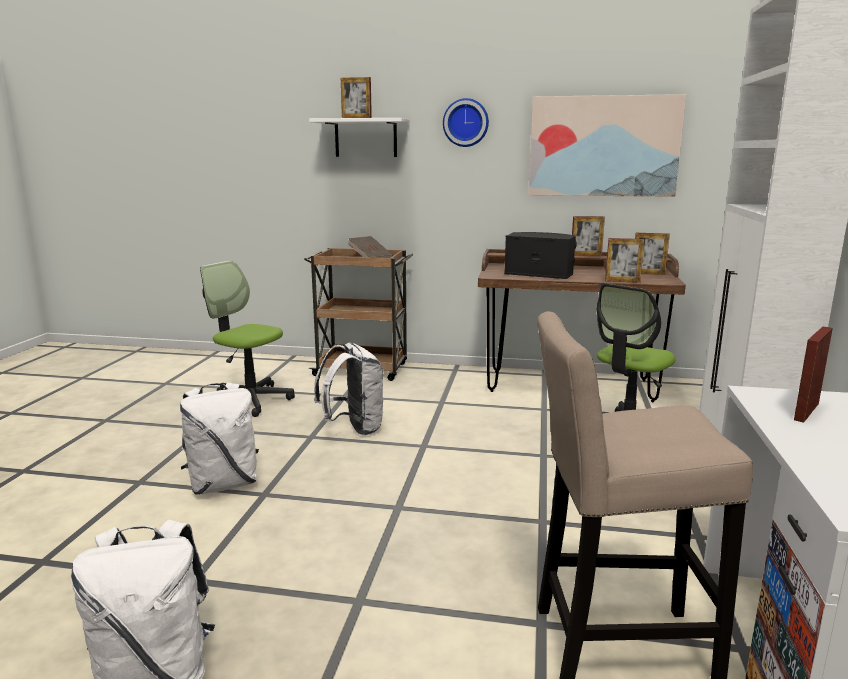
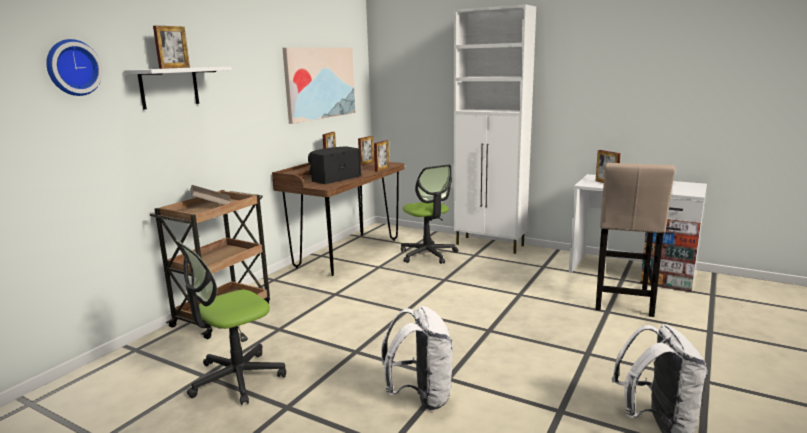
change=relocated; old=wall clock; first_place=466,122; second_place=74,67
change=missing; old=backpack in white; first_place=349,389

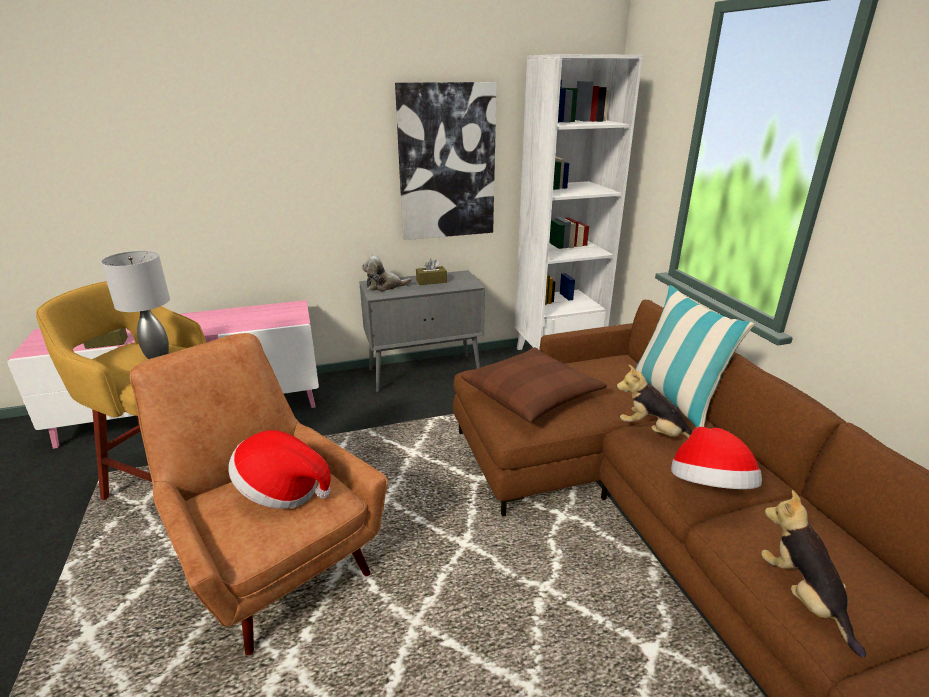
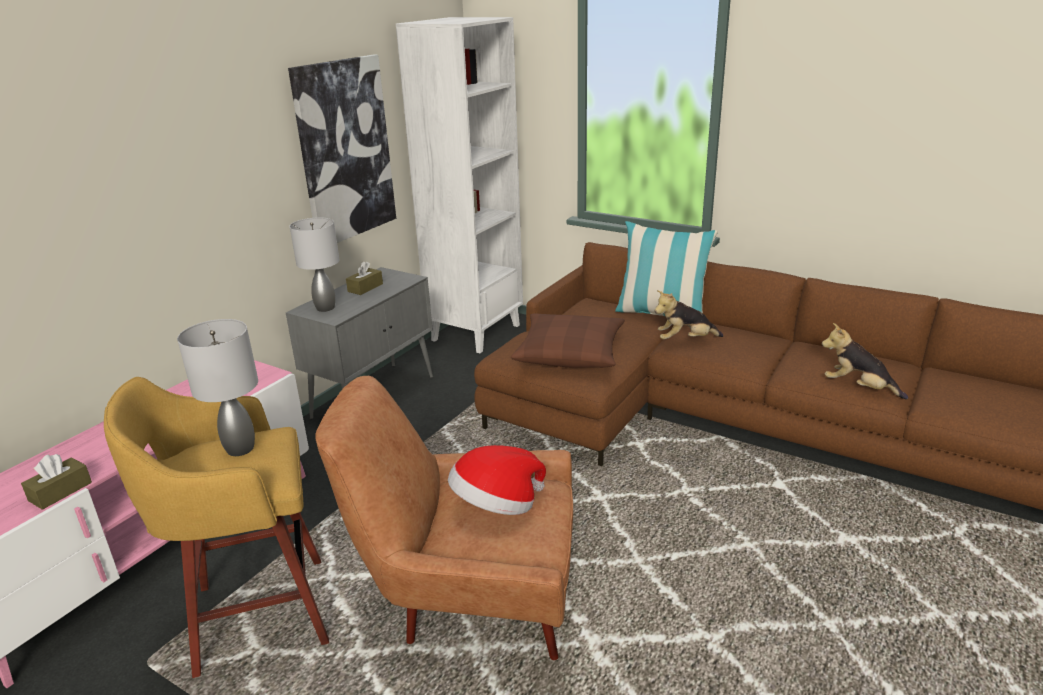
change=exchanged; old=plush toy; new=table lamp in grey; first_place=387,273; second_place=315,264
change=missing; old=hat; first_place=716,458

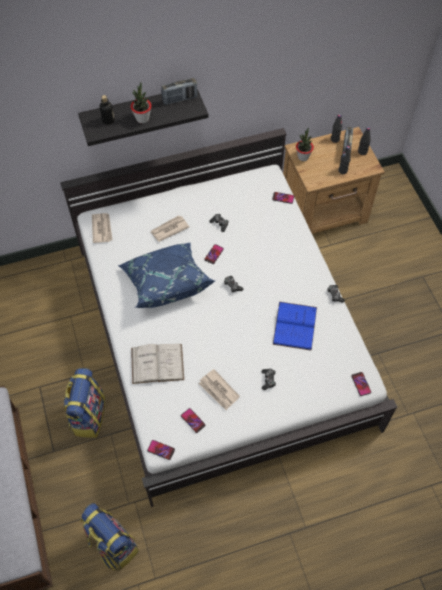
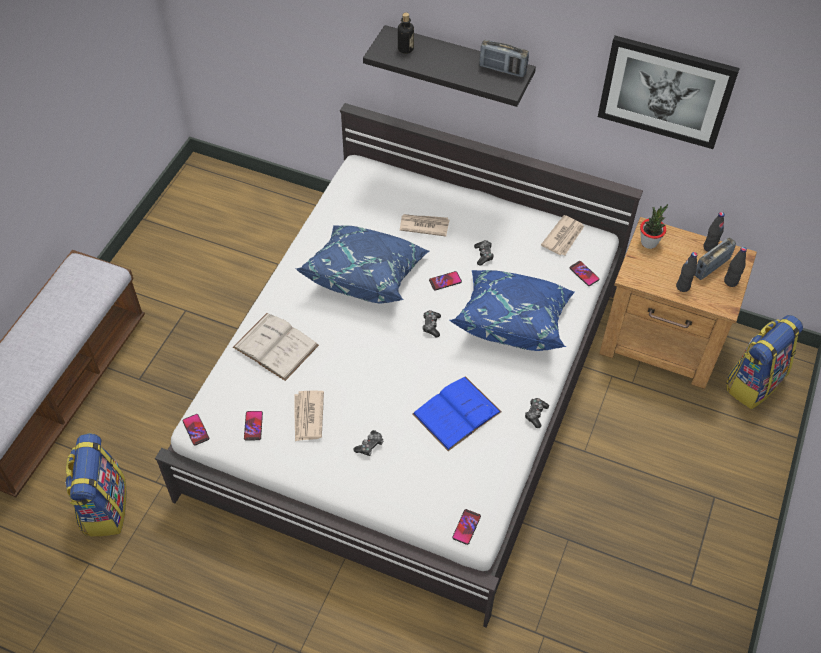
change=appeared; new=pillow in blue; second_place=512,310
change=relocated; old=newspaper; first_place=102,228; second_place=562,235
change=appeared; new=picture; second_place=669,92
change=relocated; old=backpack; first_place=84,403; second_place=764,362
change=missing; old=potted plant; first_place=141,102

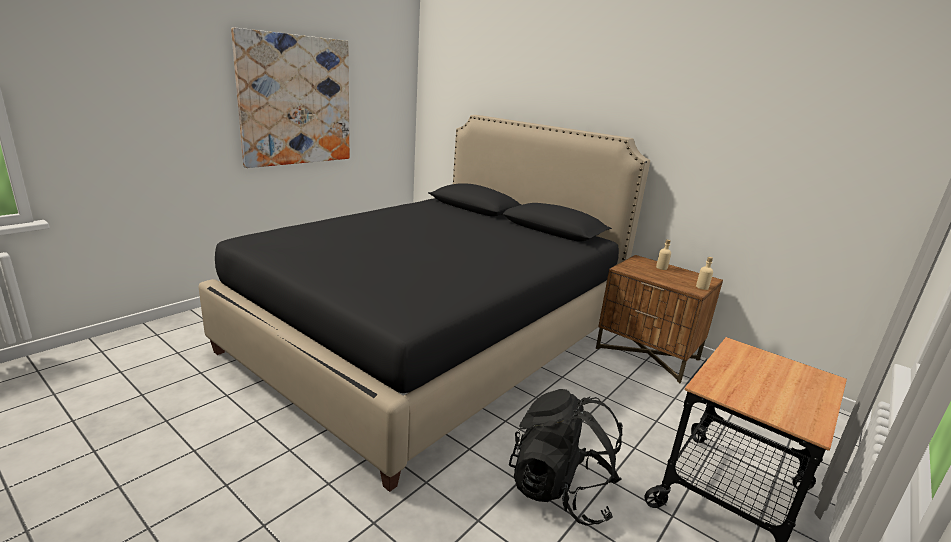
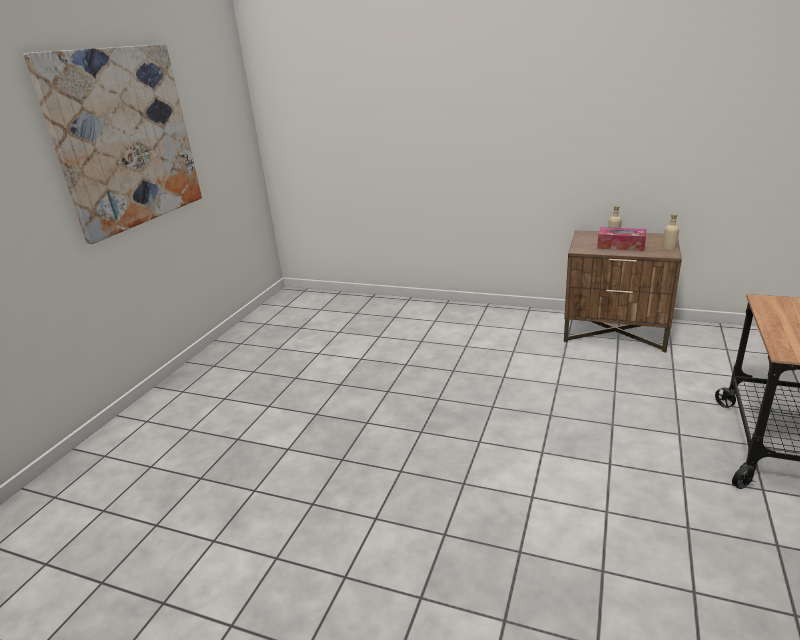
change=appeared; new=tissue box; second_place=621,239
change=missing; old=bed in black; first_place=424,303
change=missing; old=backpack in black; first_place=566,457

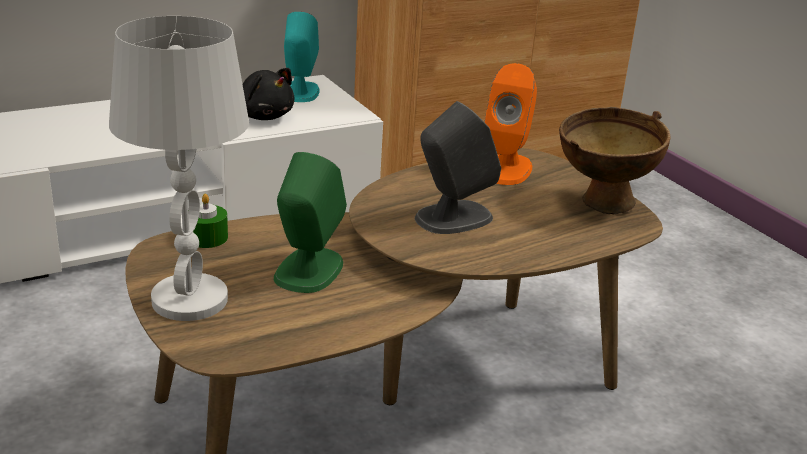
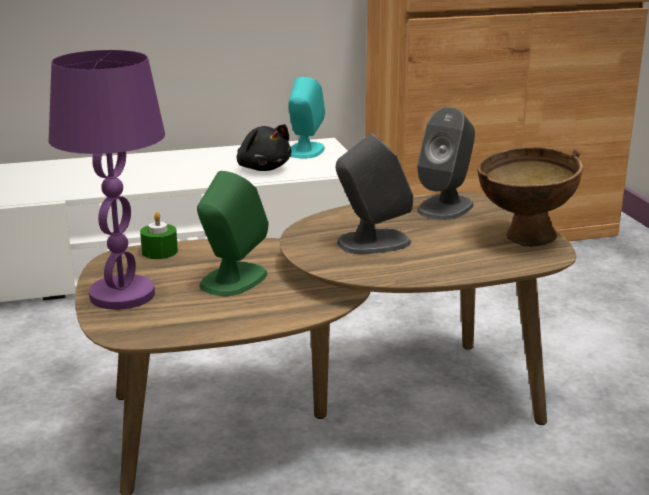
change=colour; old=table lamp in white; new=table lamp in purple; first_place=179,168; second_place=107,180
change=colour; old=speaker in orange; new=speaker in grey; first_place=510,124; second_place=446,163

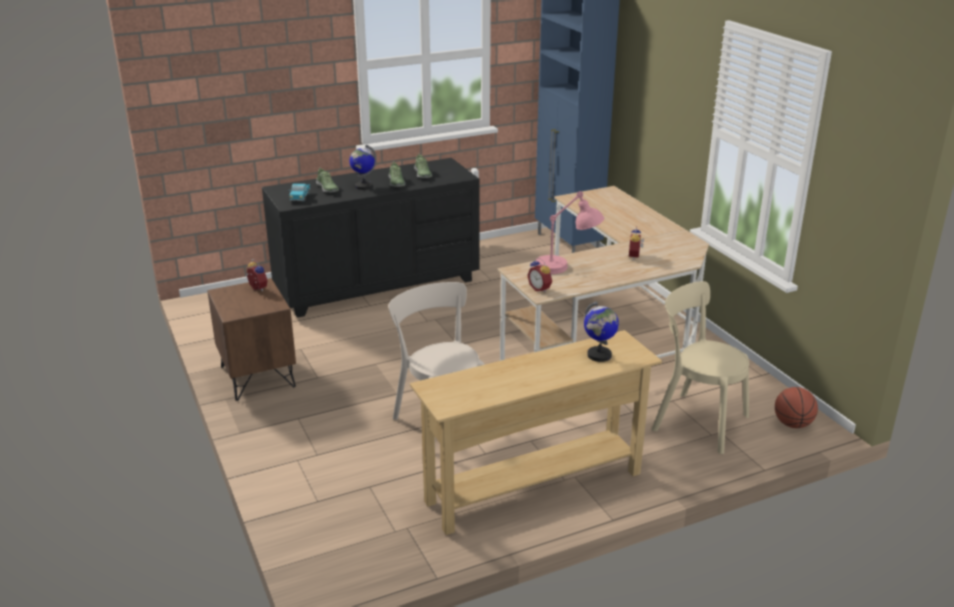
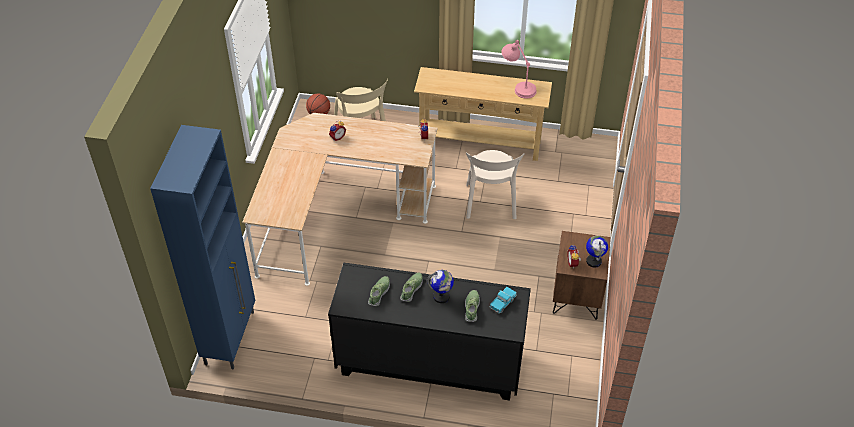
change=relocated; old=table lamp in pink; first_place=570,232; second_place=519,69
change=relocated; old=globe; first_place=601,331; second_place=597,252

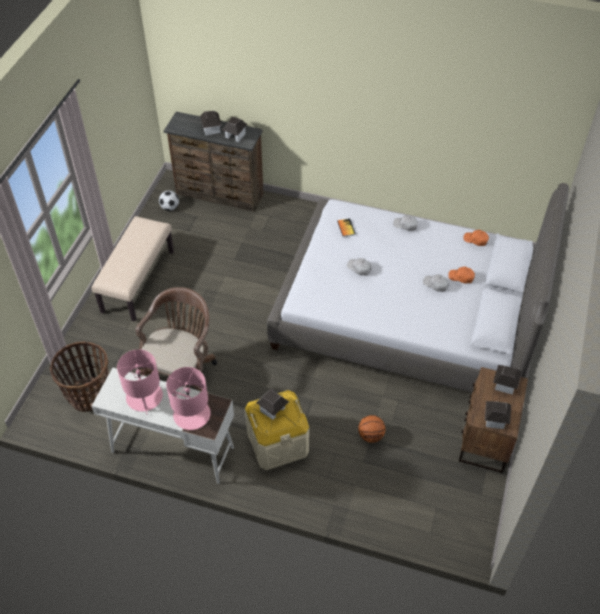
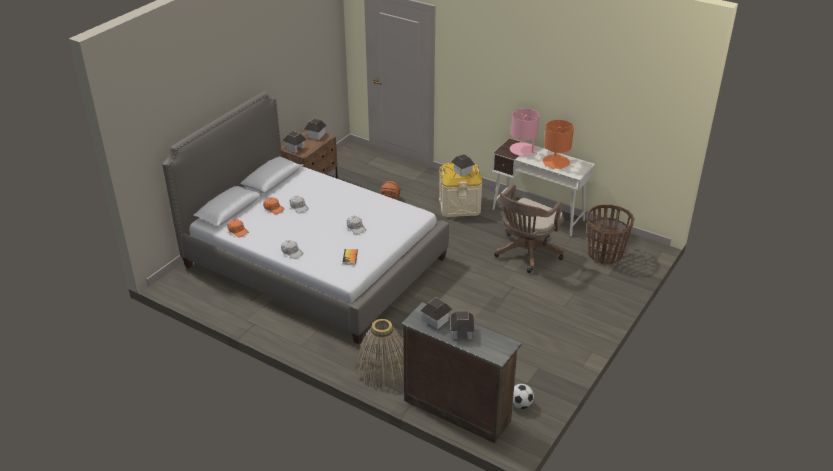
change=appeared; new=basket; second_place=380,354
change=colour; old=table lamp in pink; new=table lamp in orange; first_place=140,382; second_place=558,144
change=missing; old=bench in beige; first_place=133,268

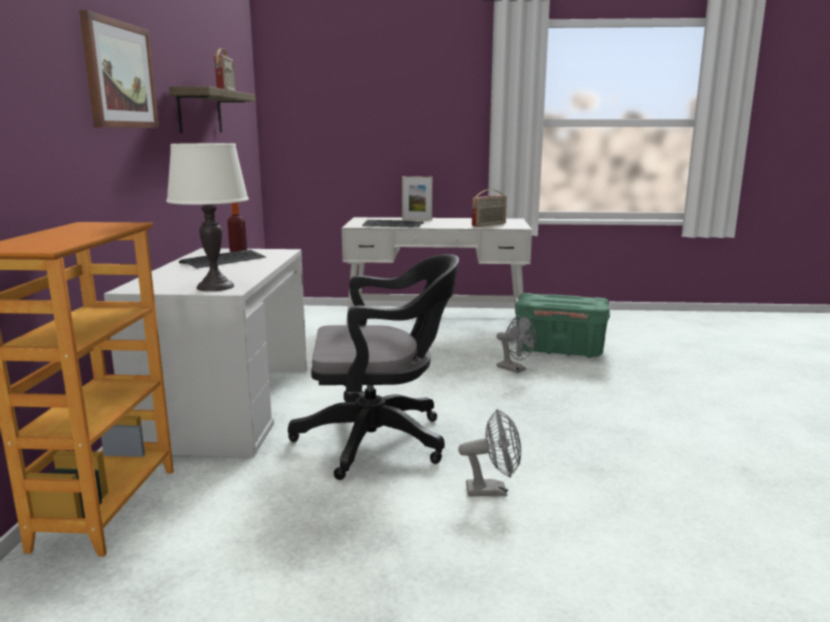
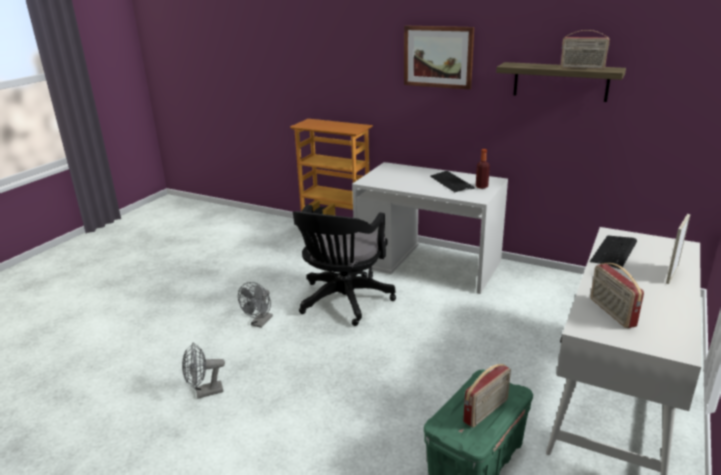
change=relocated; old=fan in grey; first_place=516,344; second_place=203,371
change=appeared; new=radio; second_place=487,395
change=missing; old=table lamp in white; first_place=207,217

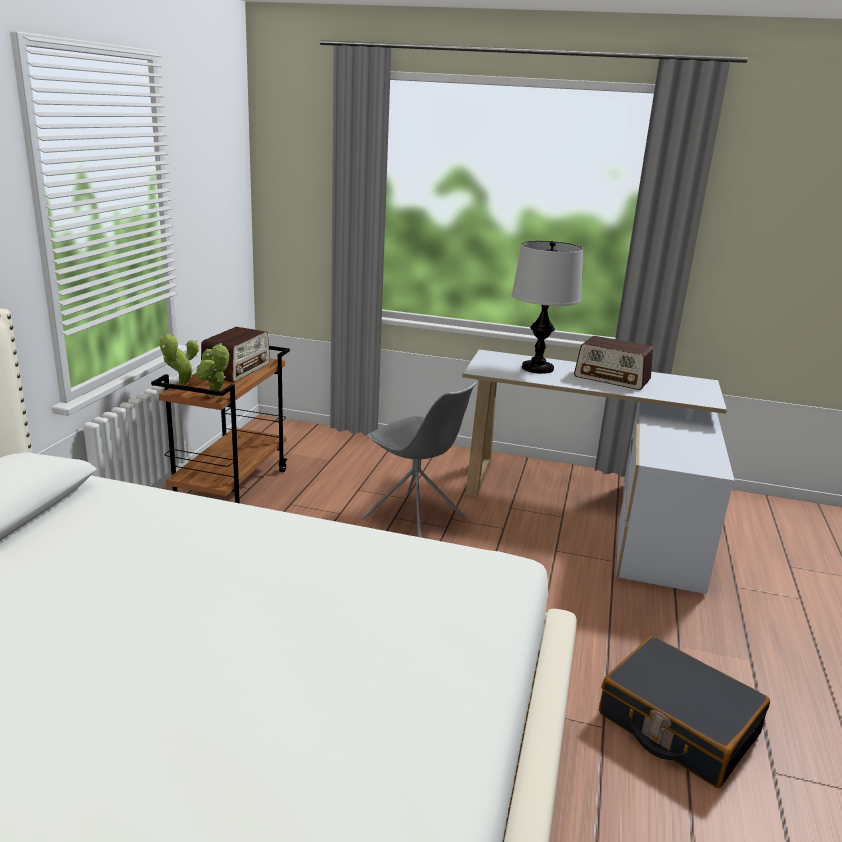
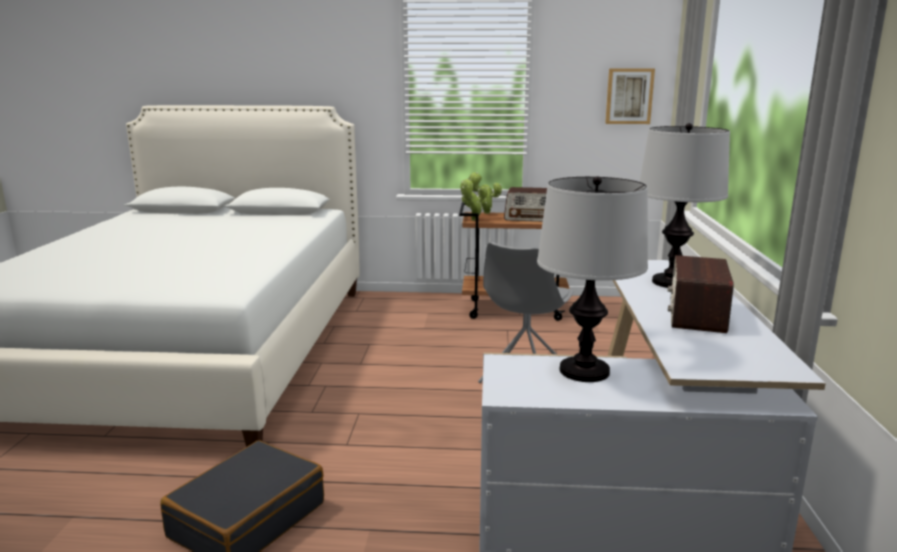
change=appeared; new=table lamp; second_place=592,279
change=appeared; new=picture; second_place=630,96

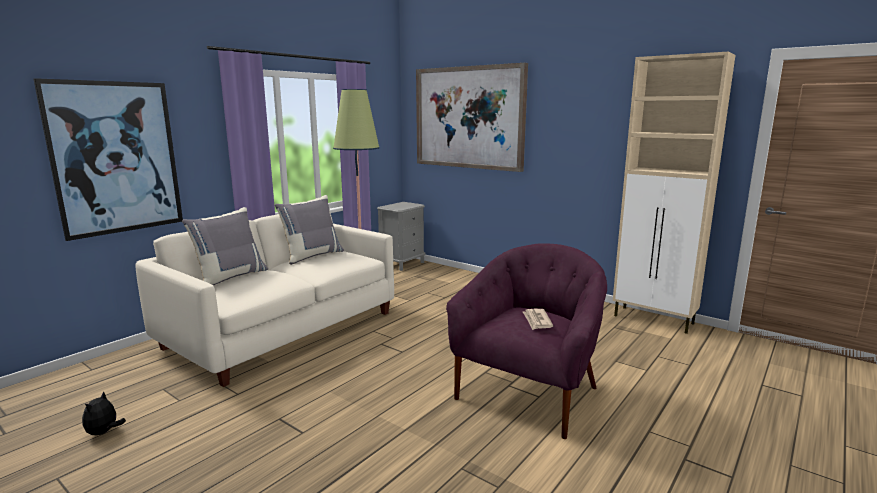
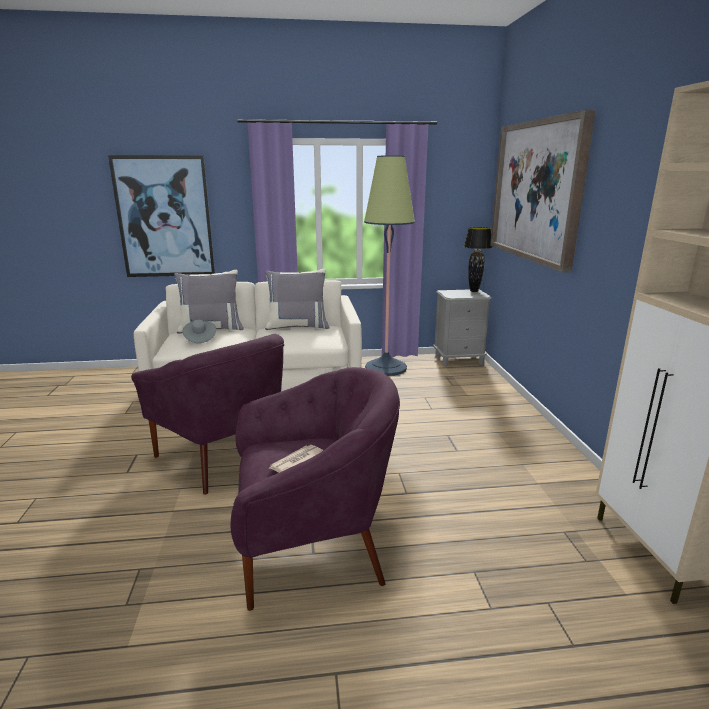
change=appeared; new=armchair in purple; second_place=207,414
change=appeared; new=hat in grey; second_place=199,331
change=appeared; new=table lamp in black; second_place=477,259
change=missing; old=plush toy; first_place=104,413

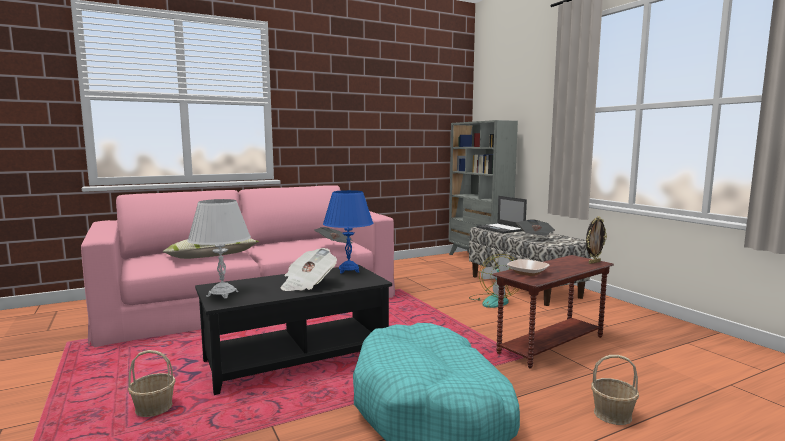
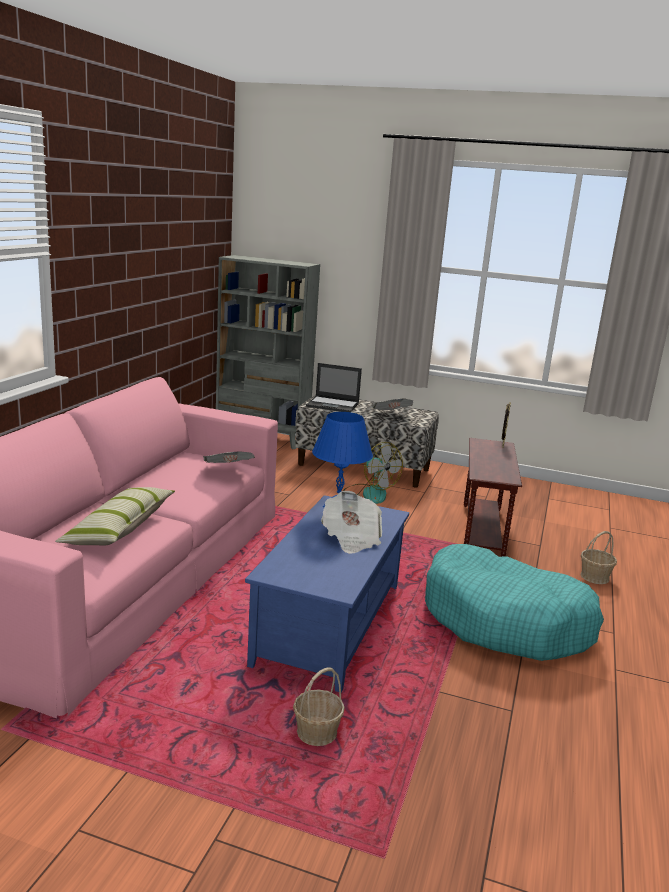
change=colour; old=coffee table in black; new=coffee table in blue; first_place=293,330; second_place=327,593
change=missing; old=table lamp in white; first_place=219,248
change=missing; old=bowl; first_place=528,267

